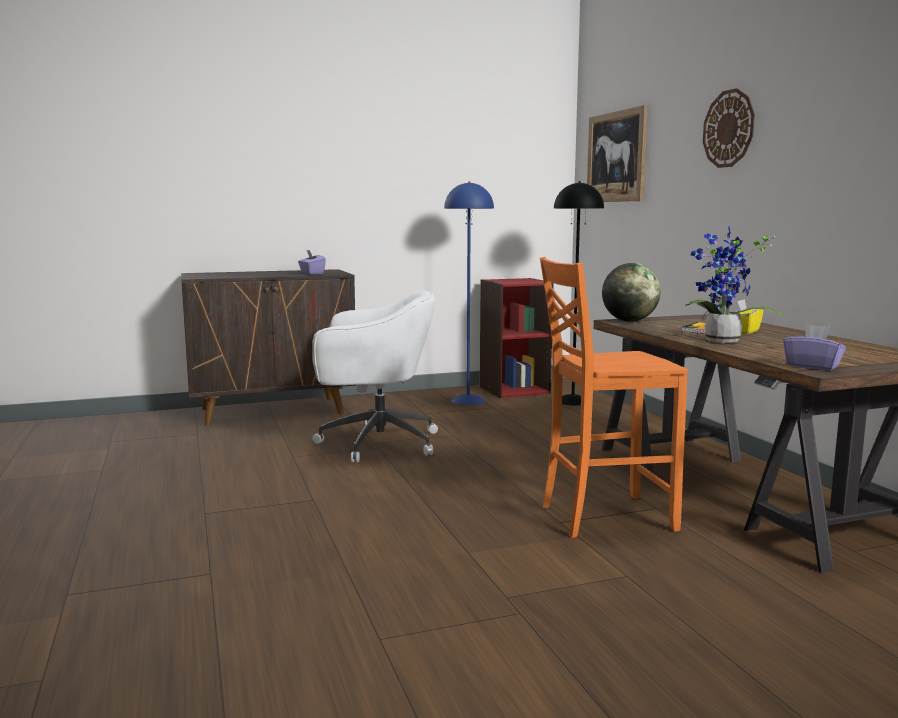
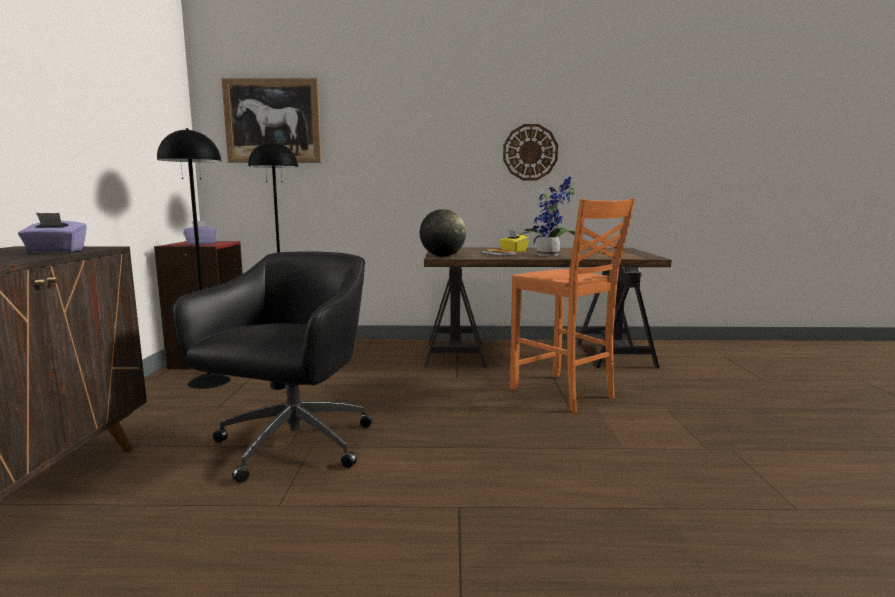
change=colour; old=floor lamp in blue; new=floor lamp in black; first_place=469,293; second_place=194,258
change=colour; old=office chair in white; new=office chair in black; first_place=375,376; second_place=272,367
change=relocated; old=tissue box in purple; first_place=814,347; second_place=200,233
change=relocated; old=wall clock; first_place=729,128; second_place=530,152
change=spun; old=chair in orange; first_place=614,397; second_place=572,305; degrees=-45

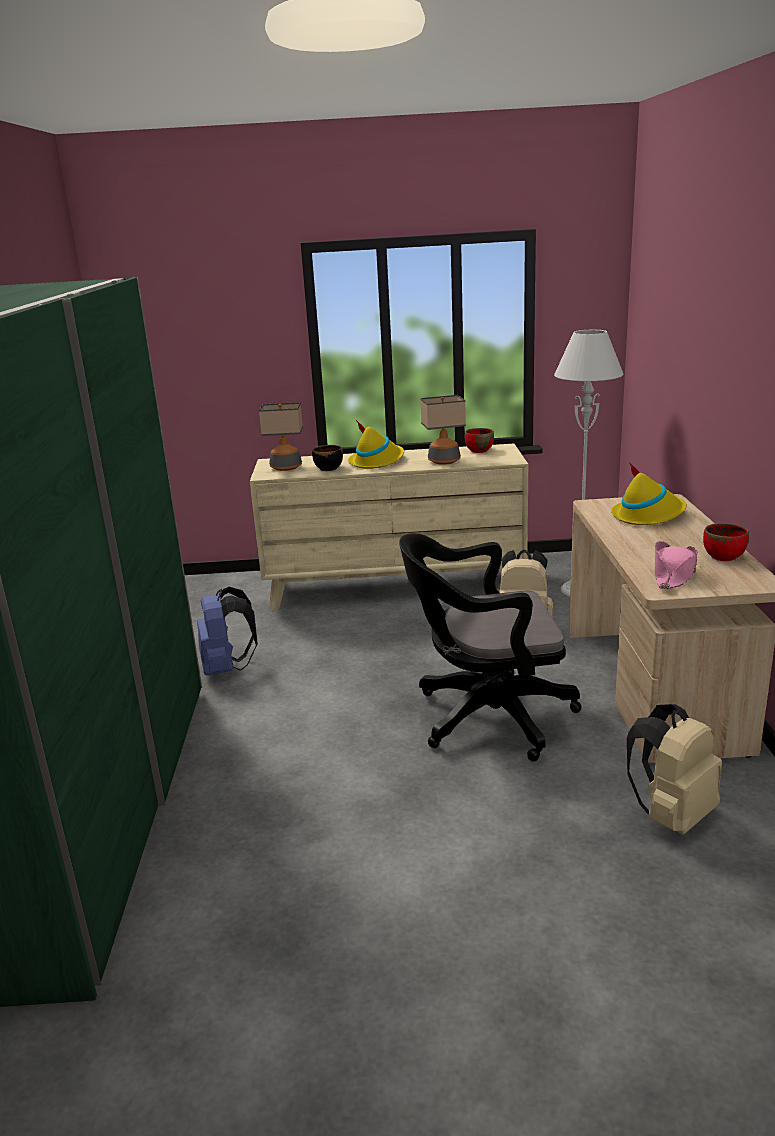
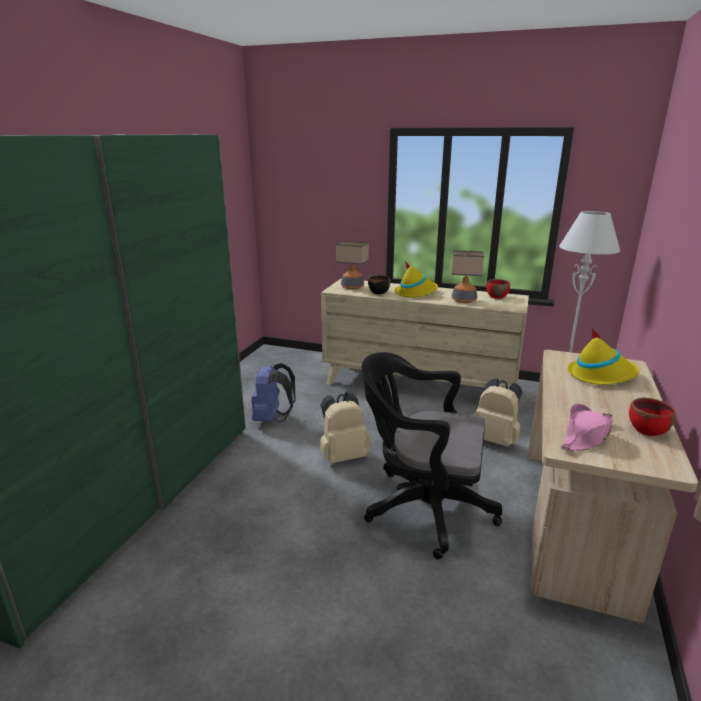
change=relocated; old=backpack in beige; first_place=674,769; second_place=345,428

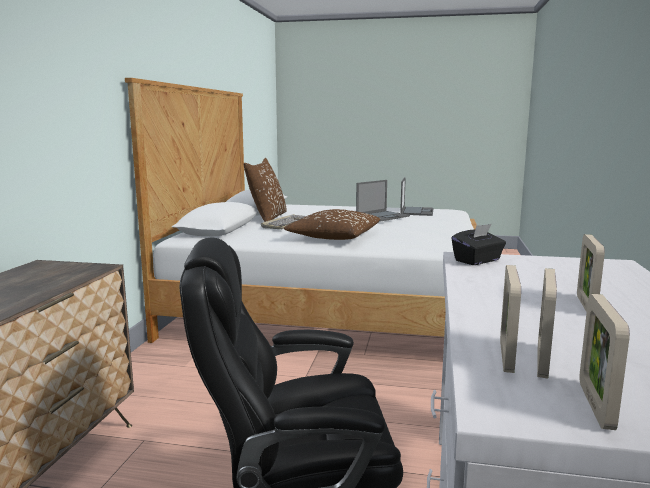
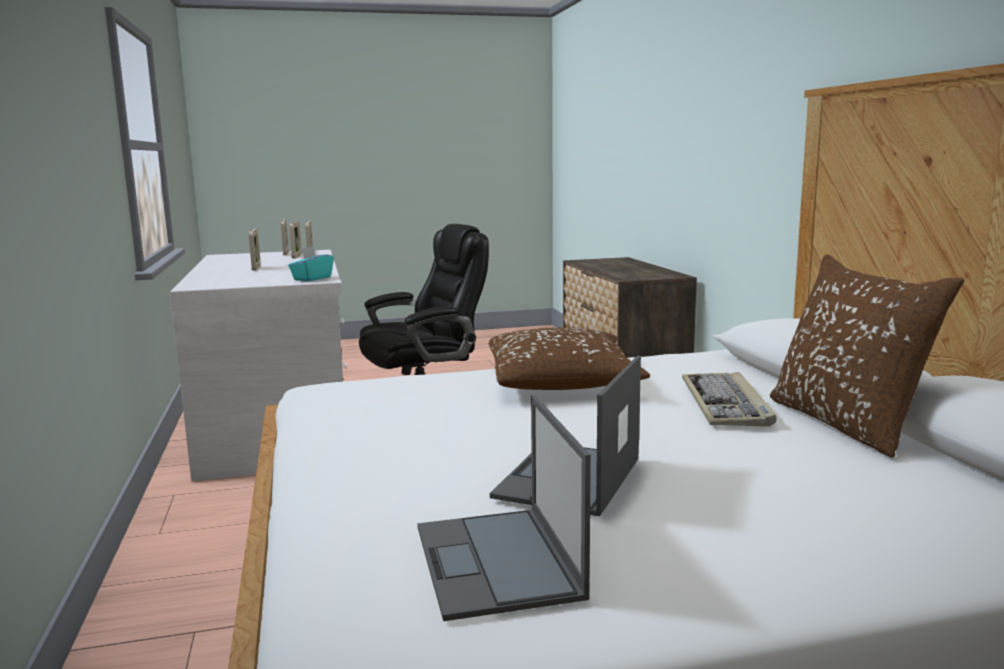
change=colour; old=tissue box in black; new=tissue box in turquoise; first_place=478,244; second_place=311,263

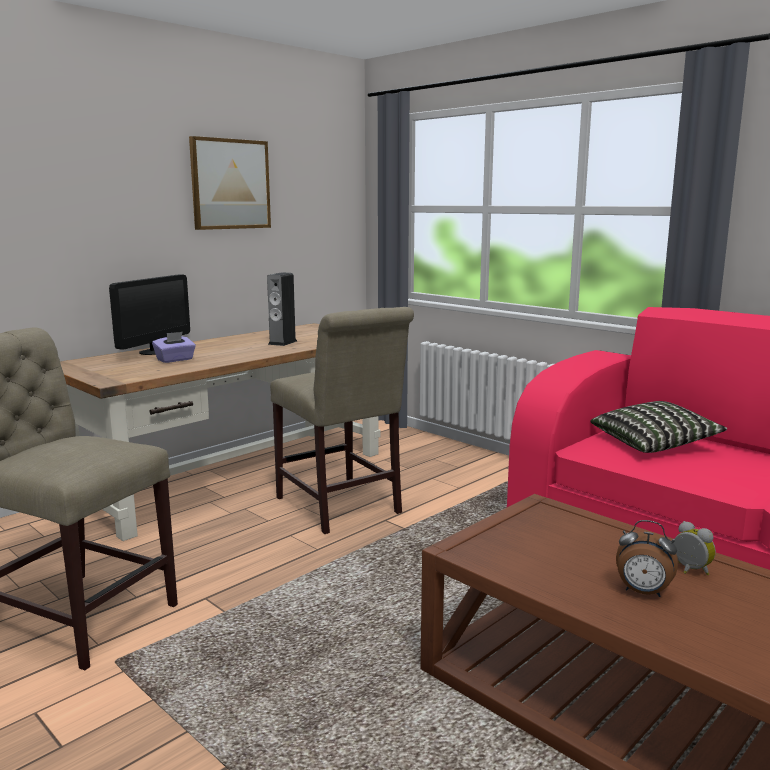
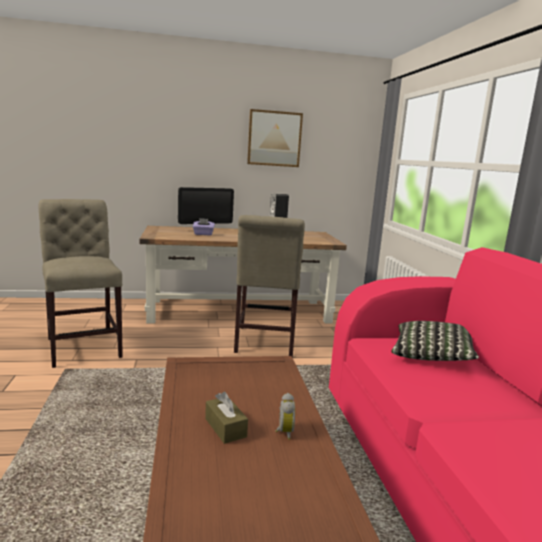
change=exchanged; old=alarm clock; new=tissue box in brown; first_place=647,558; second_place=226,418

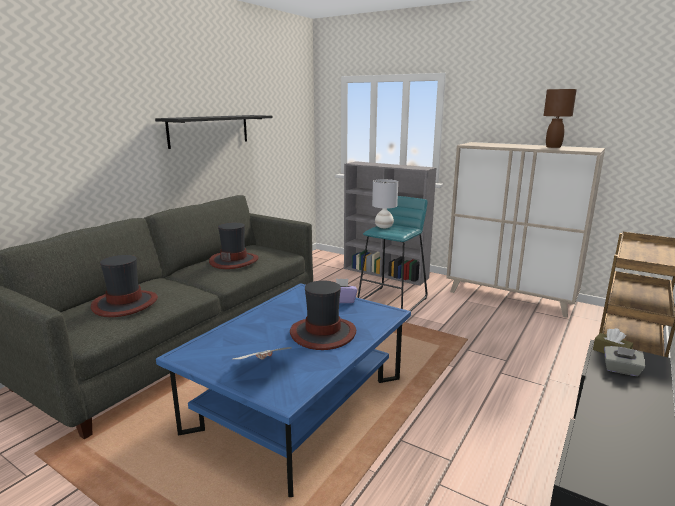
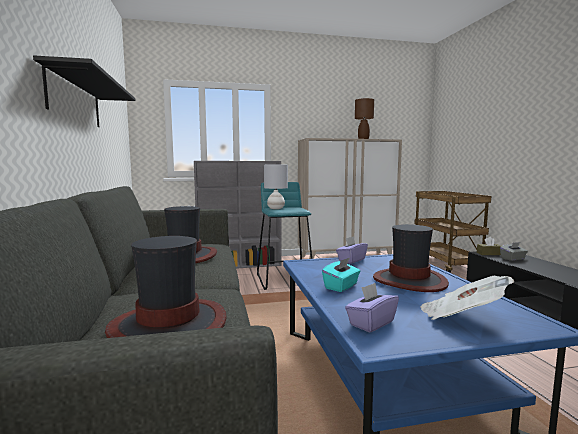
change=appeared; new=tissue box in turquoise; second_place=341,275
change=appeared; new=tissue box in purple; second_place=372,308

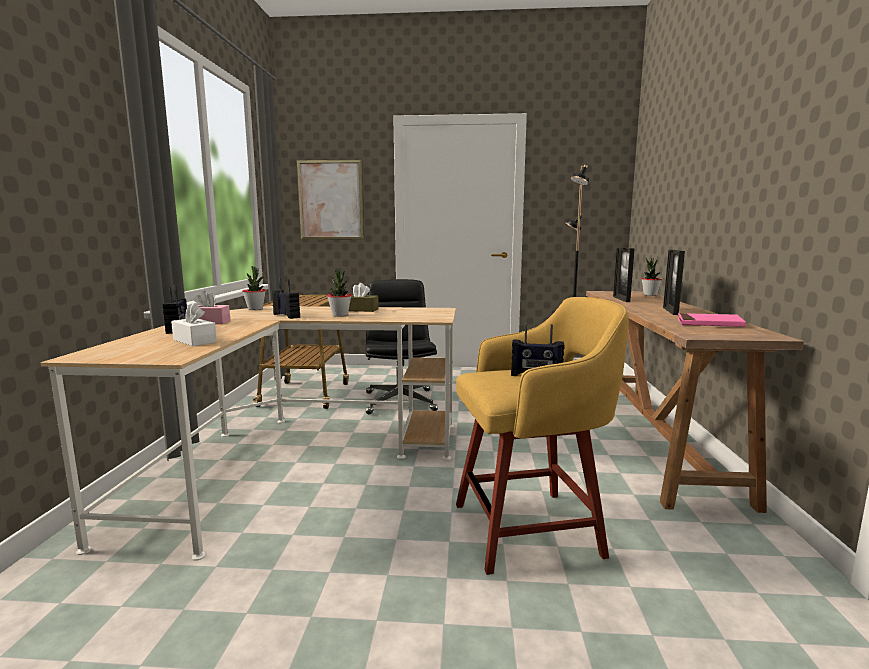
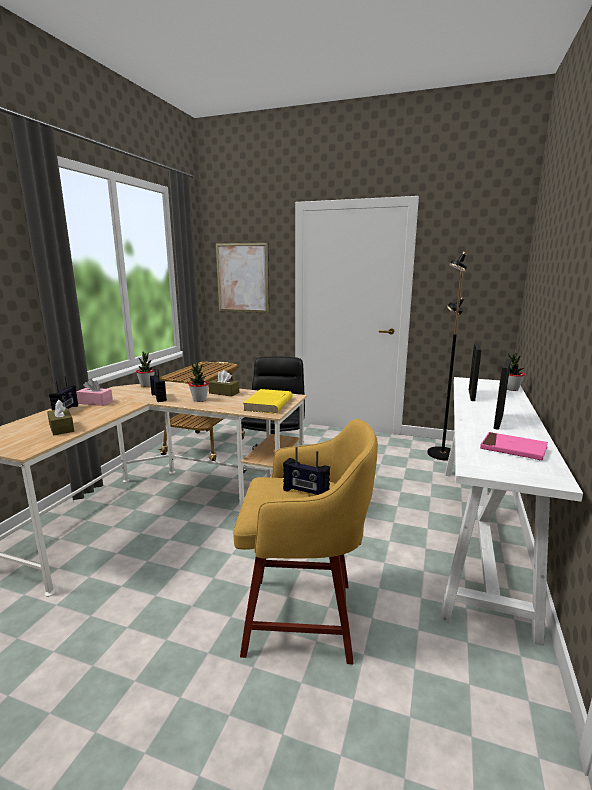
change=colour; old=tissue box in white; new=tissue box in brown; first_place=194,324; second_place=60,417
change=appeared; new=book in yellow; second_place=268,401
change=colour; old=console table in brown; new=console table in white; first_place=695,402; second_place=511,511

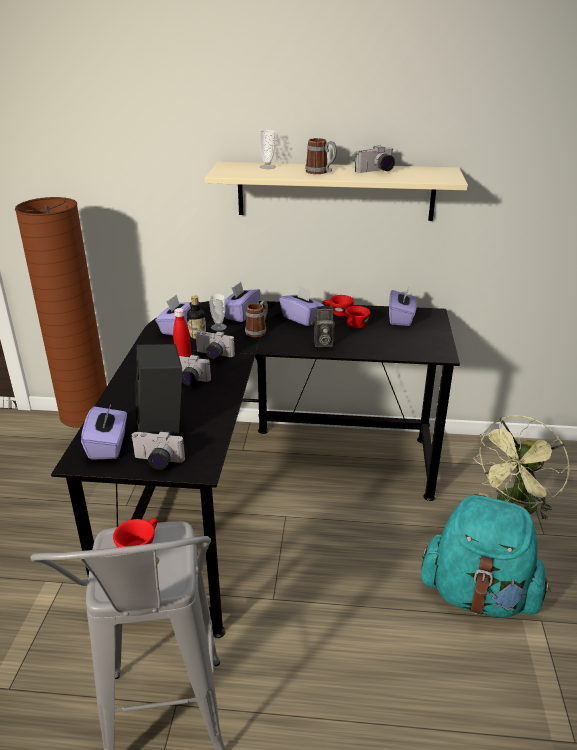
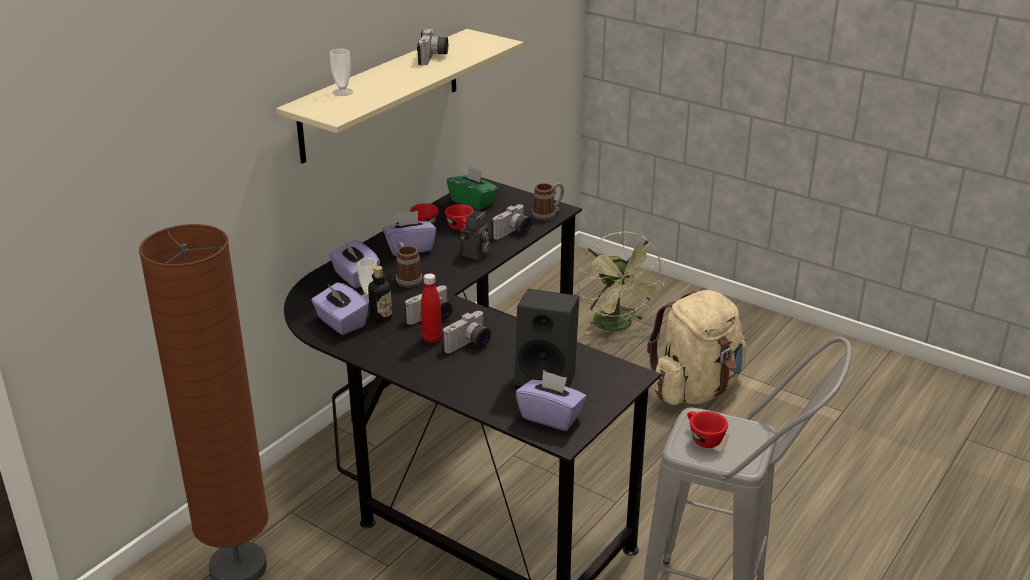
change=colour; old=tissue box in purple; new=tissue box in green; first_place=403,307; second_place=472,188
change=relocated; old=photo camera; first_place=157,450; second_place=511,222
change=relocated; old=mug; first_place=321,156; second_place=548,202
change=colour; old=backpack in turquoise; new=backpack in beige; first_place=486,556; second_place=697,347

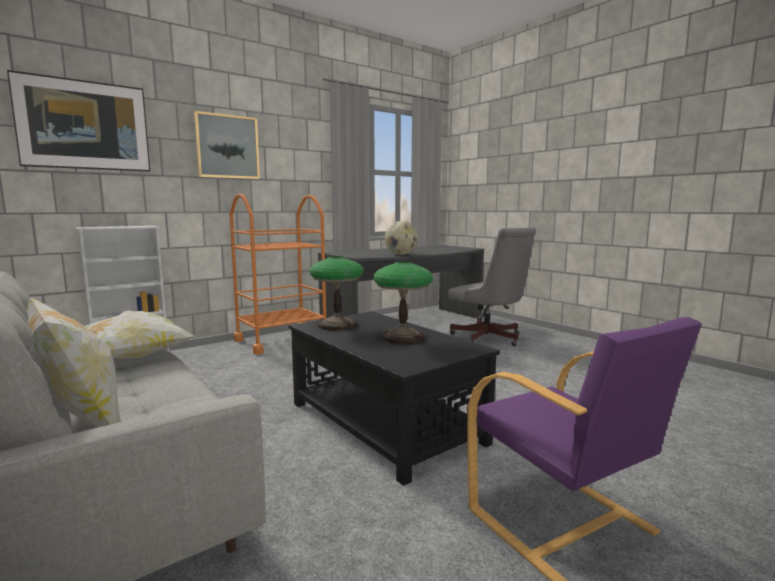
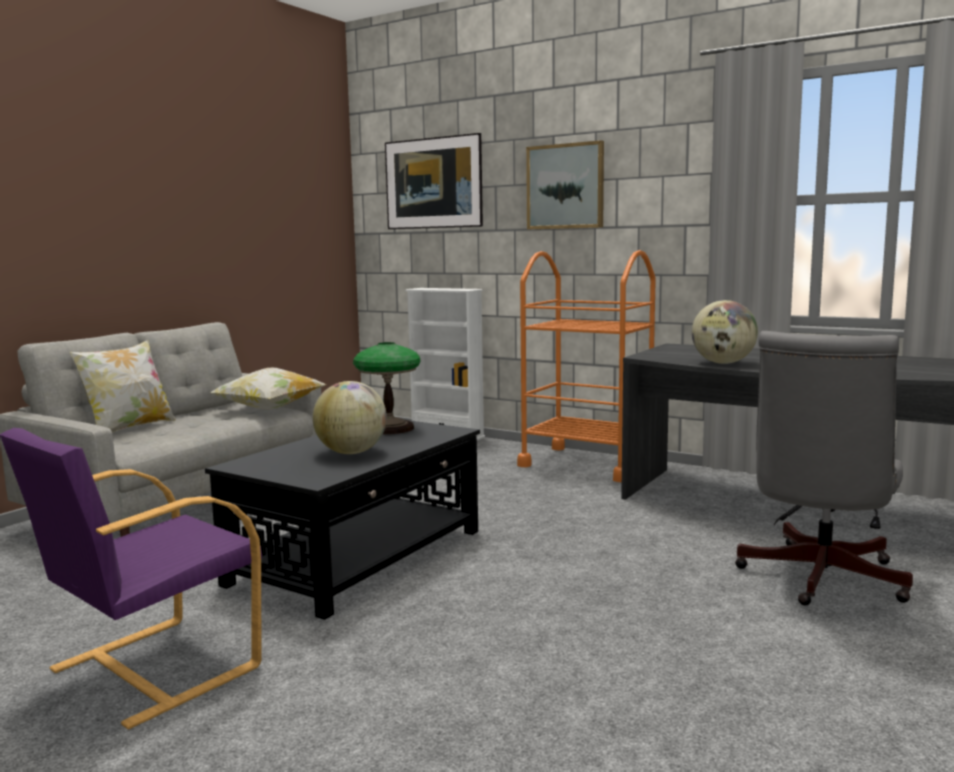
change=exchanged; old=table lamp; new=globe; first_place=403,302; second_place=350,417

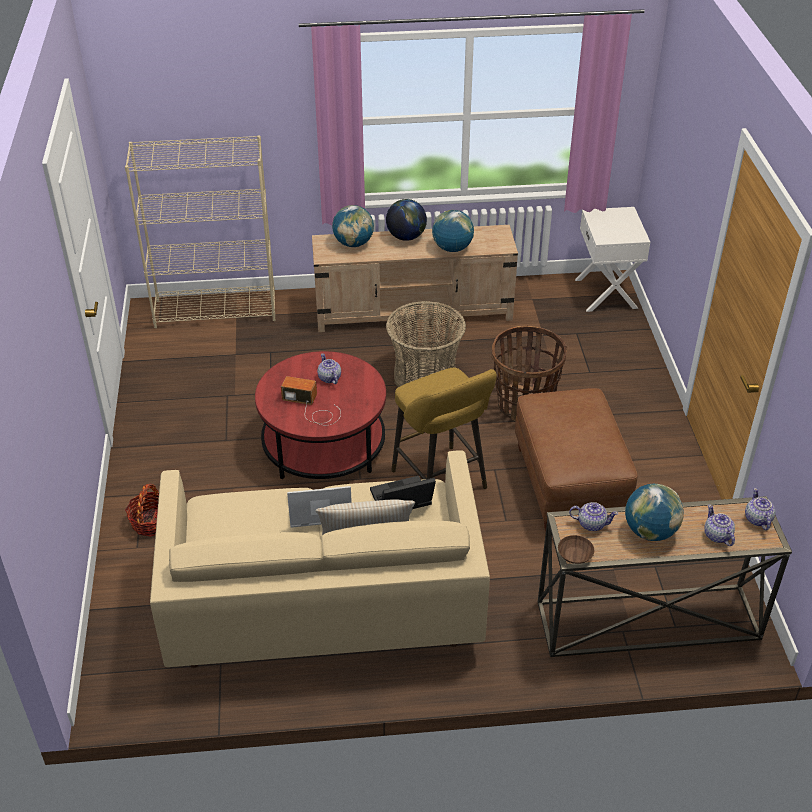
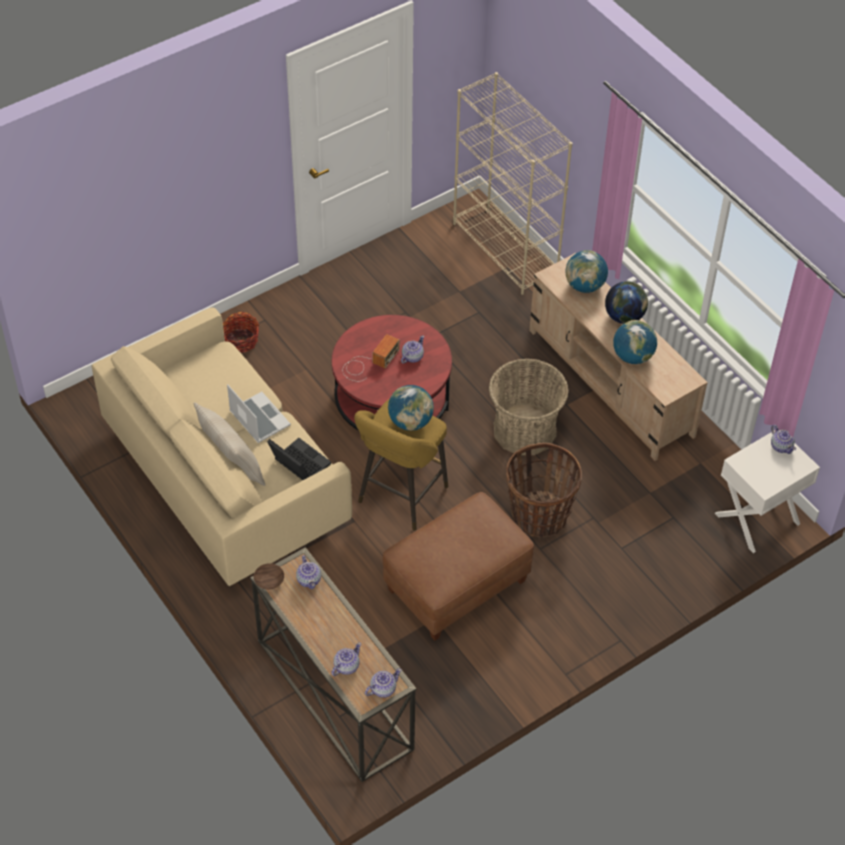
change=spun; old=radio; first_place=311,401; second_place=371,358; degrees=45
change=relocated; old=globe; first_place=654,512; second_place=411,408
change=appeared; new=teapot; second_place=783,439

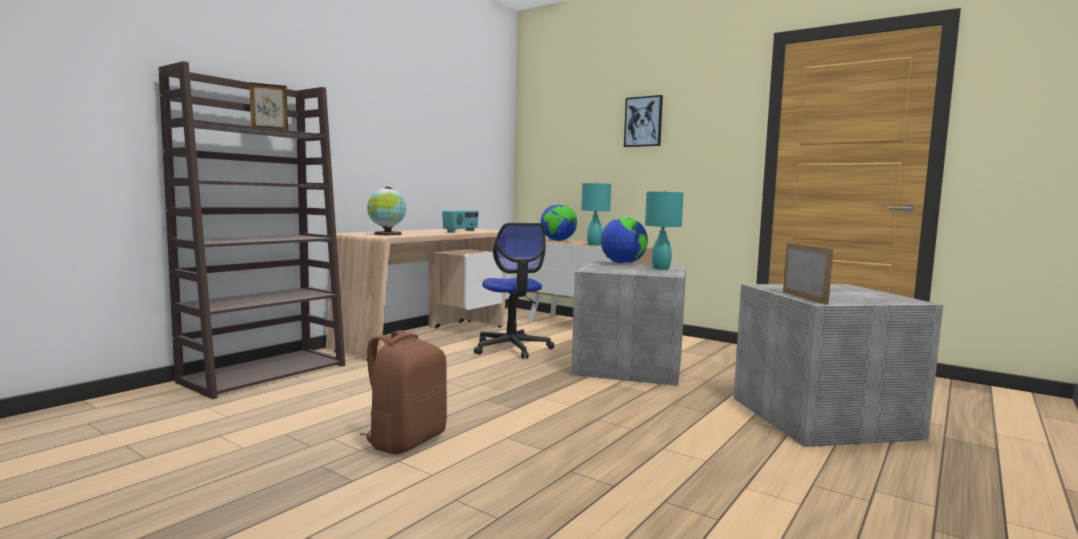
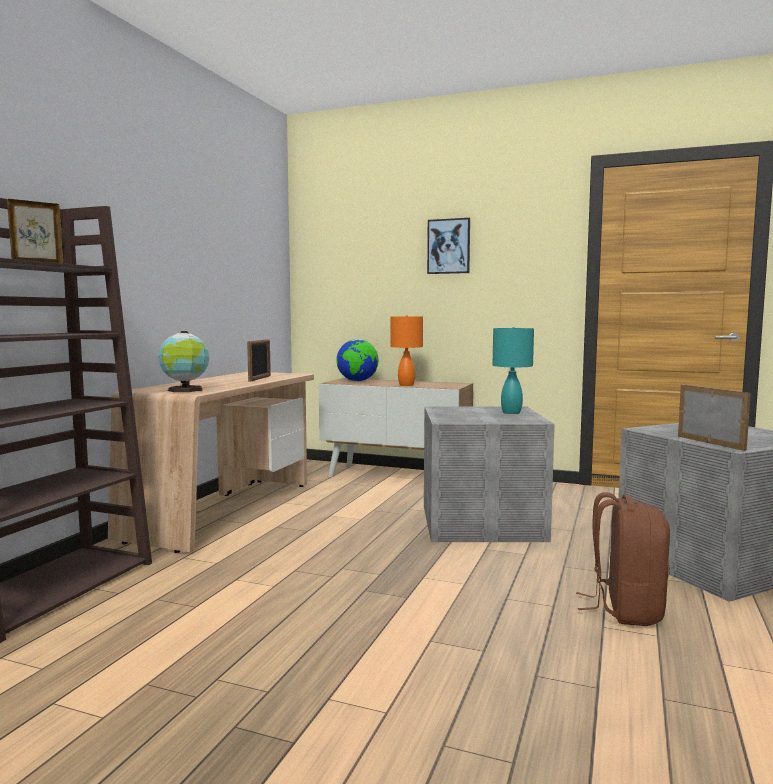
change=exchanged; old=radio; new=picture frame; first_place=460,221; second_place=259,360
change=colour; old=table lamp in turquoise; new=table lamp in orange; first_place=596,214; second_place=407,350
change=relocated; old=backpack in brown; first_place=403,392; second_place=623,559
change=missing; old=office chair; first_place=514,291
change=missing; old=globe; first_place=624,240

